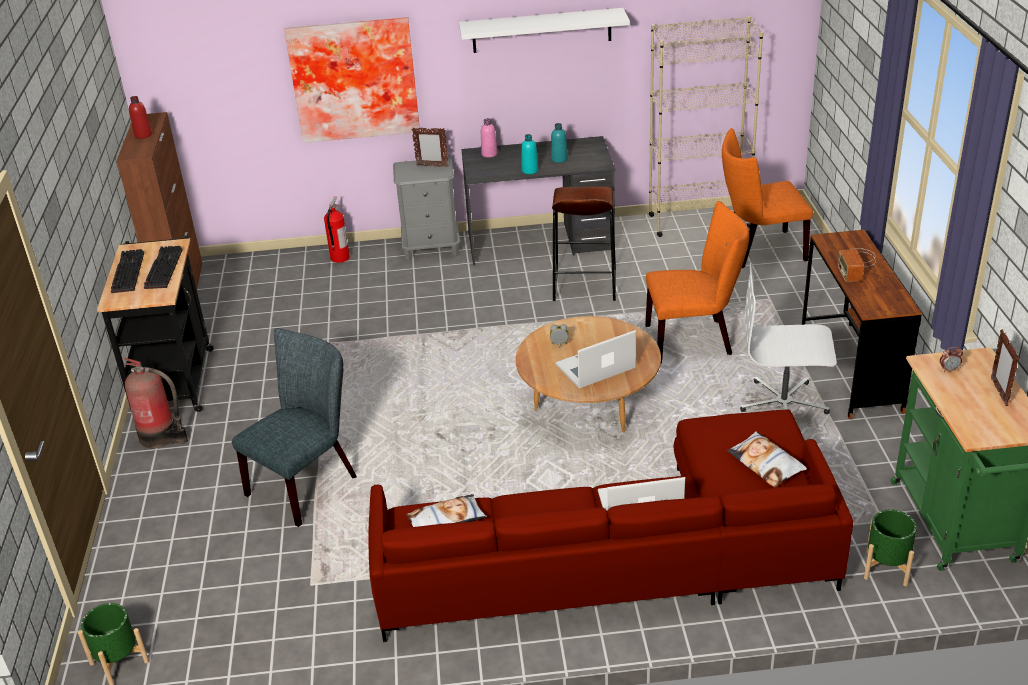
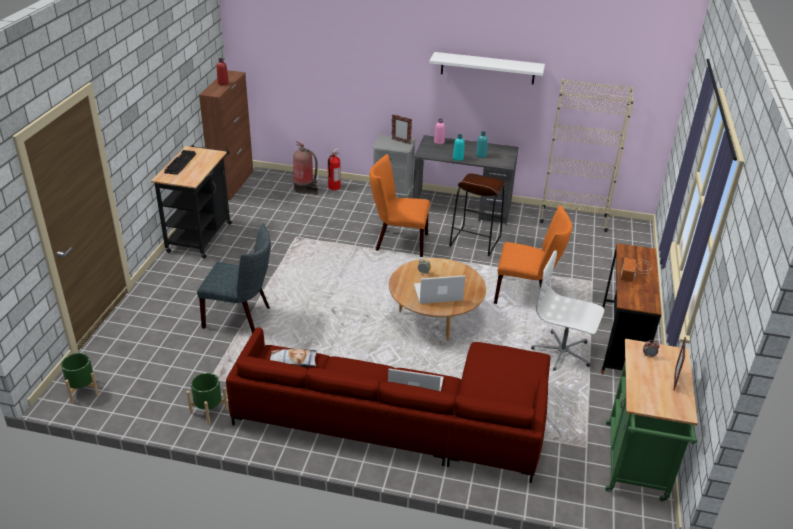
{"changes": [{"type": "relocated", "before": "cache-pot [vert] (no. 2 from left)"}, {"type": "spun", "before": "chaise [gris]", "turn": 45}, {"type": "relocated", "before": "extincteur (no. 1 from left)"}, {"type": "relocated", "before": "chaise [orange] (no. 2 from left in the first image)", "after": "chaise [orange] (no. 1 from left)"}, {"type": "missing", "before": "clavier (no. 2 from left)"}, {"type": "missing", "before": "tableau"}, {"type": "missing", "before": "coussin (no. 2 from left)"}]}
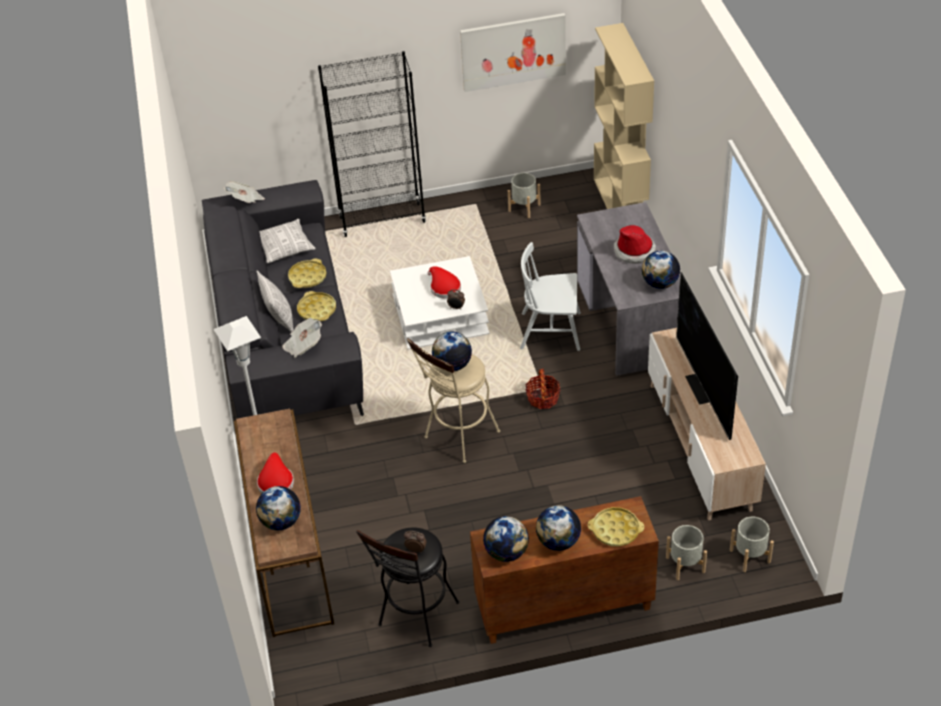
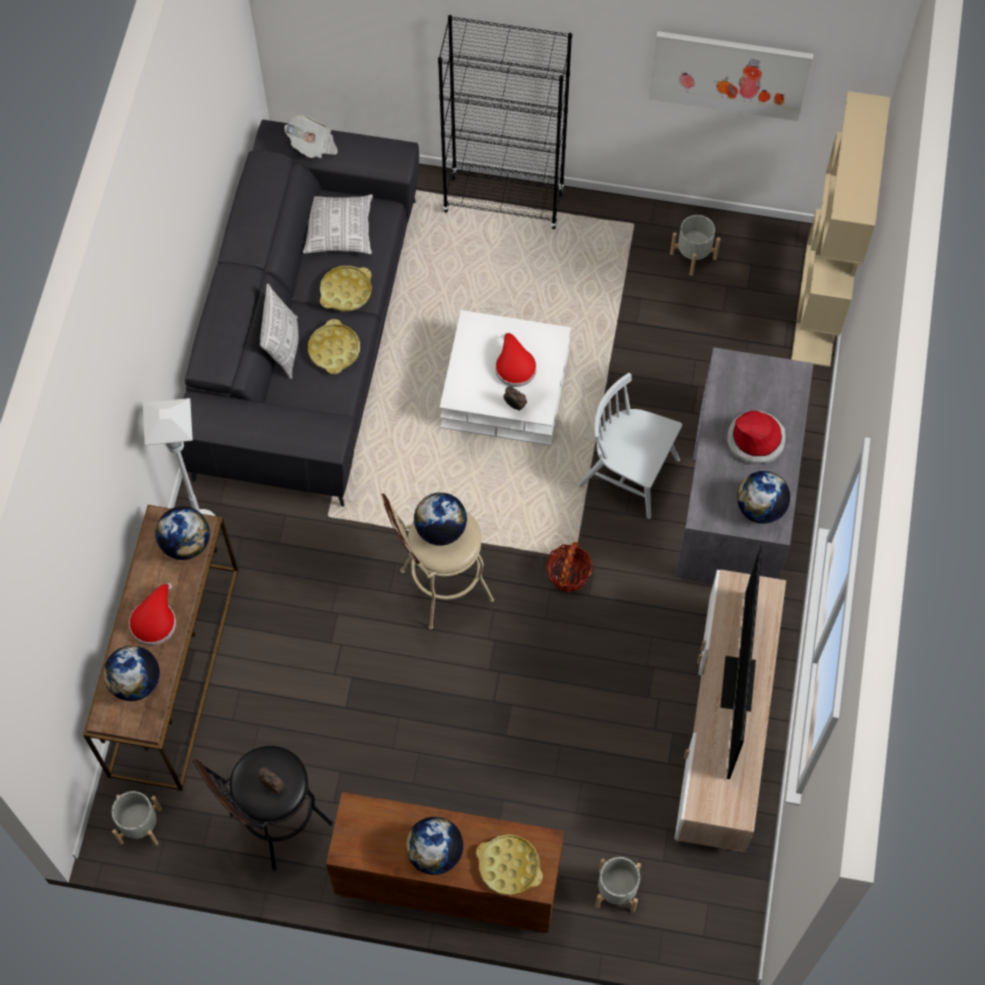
{"changes": [{"type": "relocated", "before": "cache-pot [gris] (no. 3 from left in the first image)", "after": "cache-pot [gris] (no. 1 from left)"}, {"type": "relocated", "before": "globe (no. 3 from left in the first image)", "after": "globe (no. 2 from left)"}, {"type": "missing", "before": "journal (no. 2 from left)"}]}
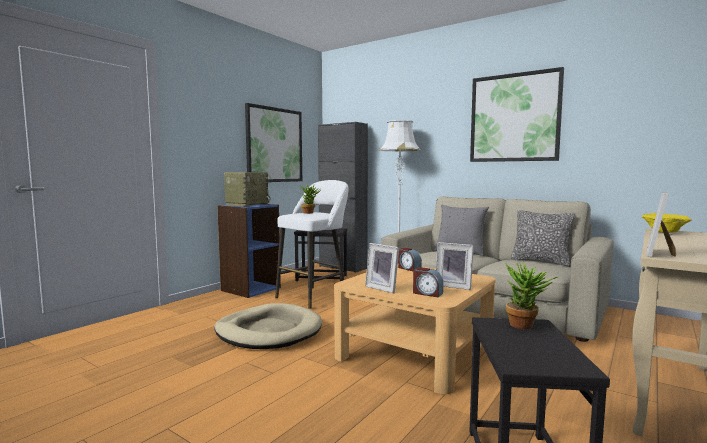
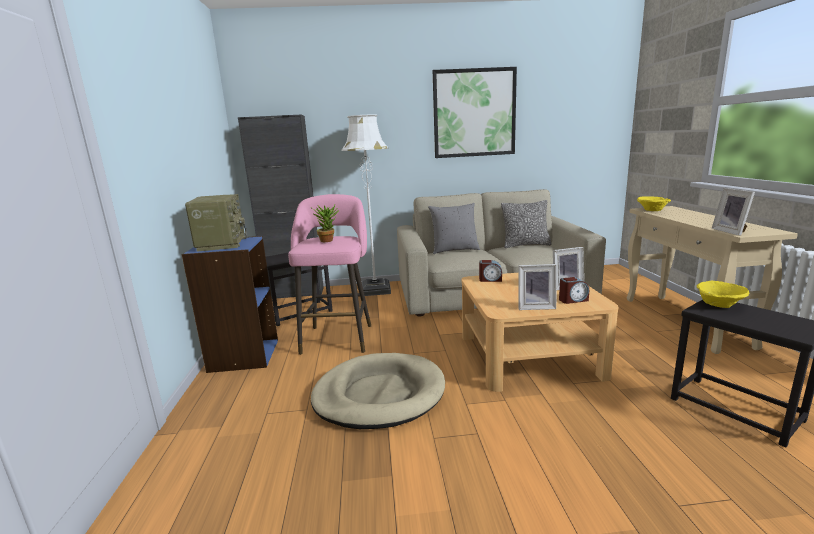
{"changes": [{"type": "colour", "before": "tabouret [blanc]", "after": "tabouret [rose]"}, {"type": "exchanged", "before": "plante en pot (no. 2 from left)", "after": "bol [jaune] (no. 2 from left)"}, {"type": "missing", "before": "tableau (no. 1 from left)"}]}
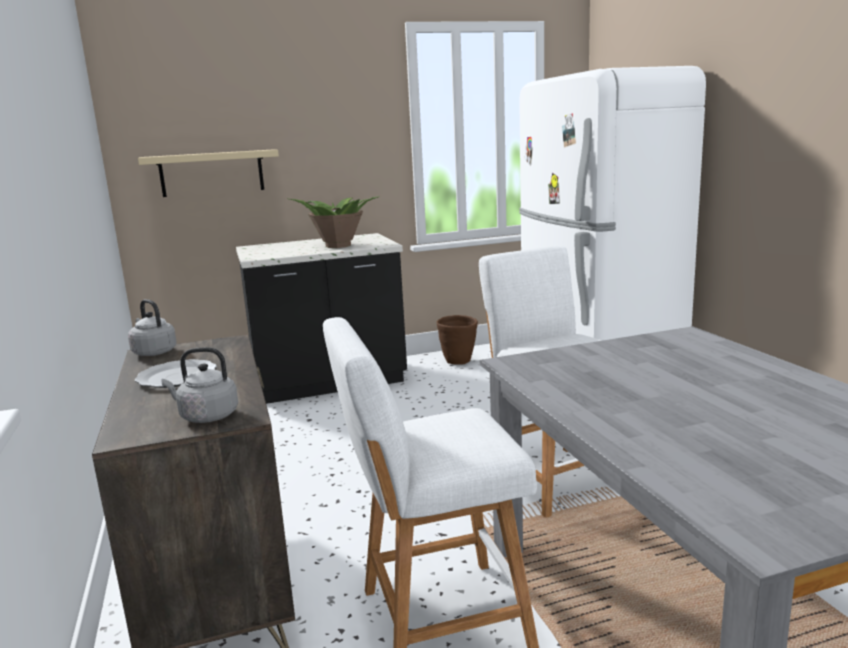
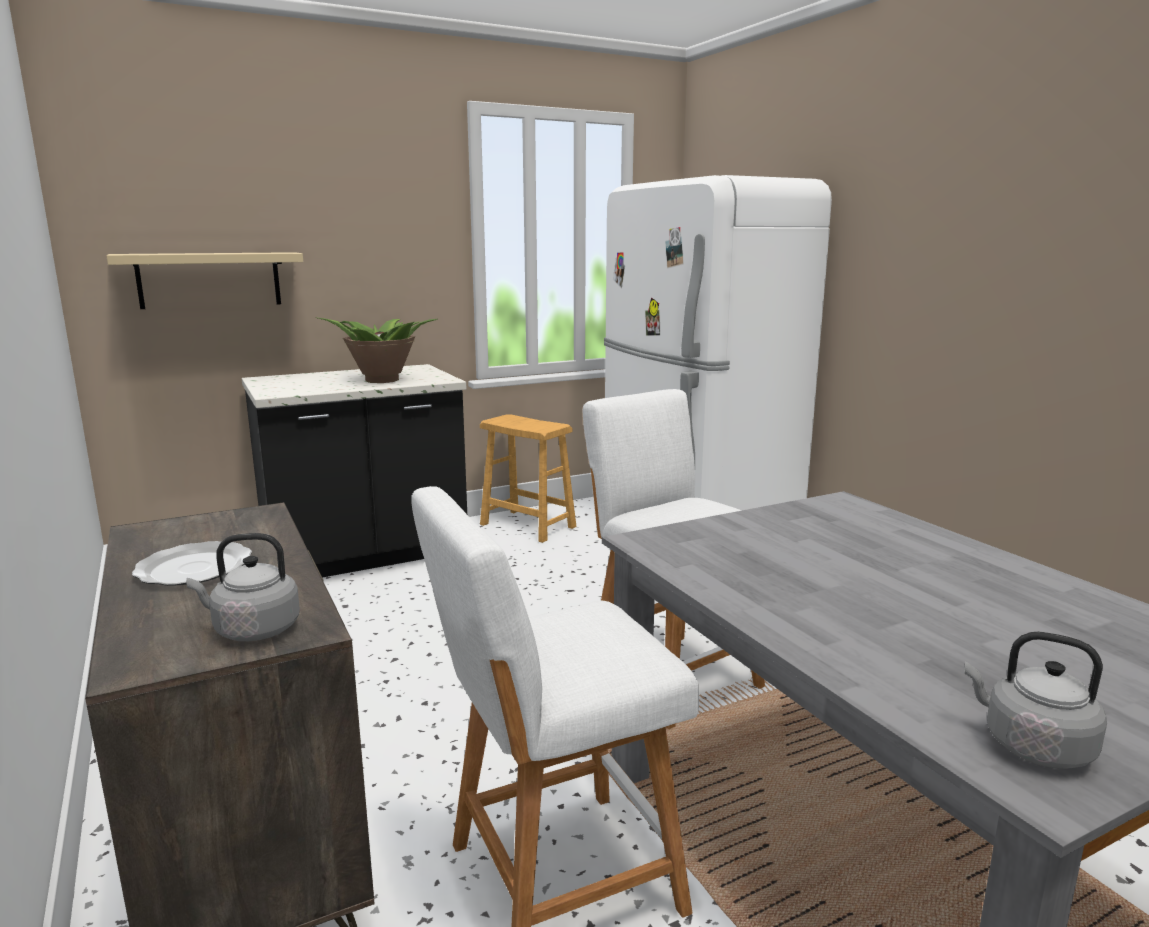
{"changes": [{"type": "exchanged", "before": "cache-pot [marron]", "after": "tabouret [marron]"}, {"type": "relocated", "before": "bouilloire [gris] (no. 1 from left in the first image)", "after": "bouilloire [gris] (no. 2 from left)"}]}
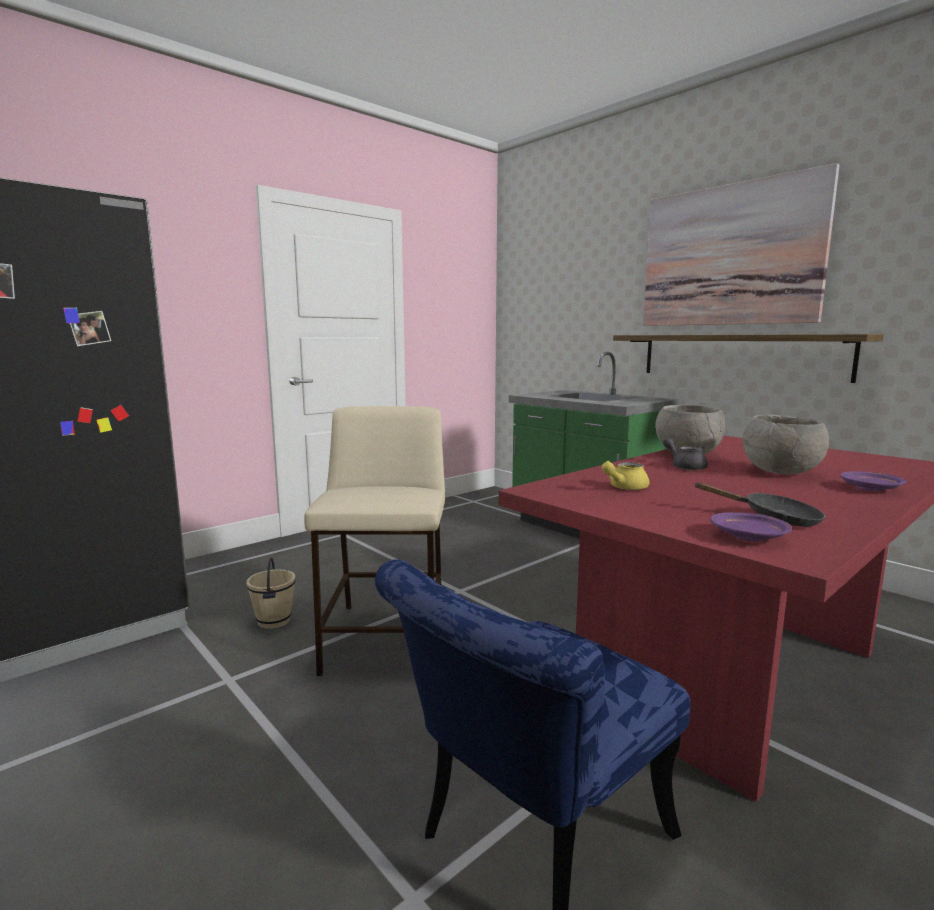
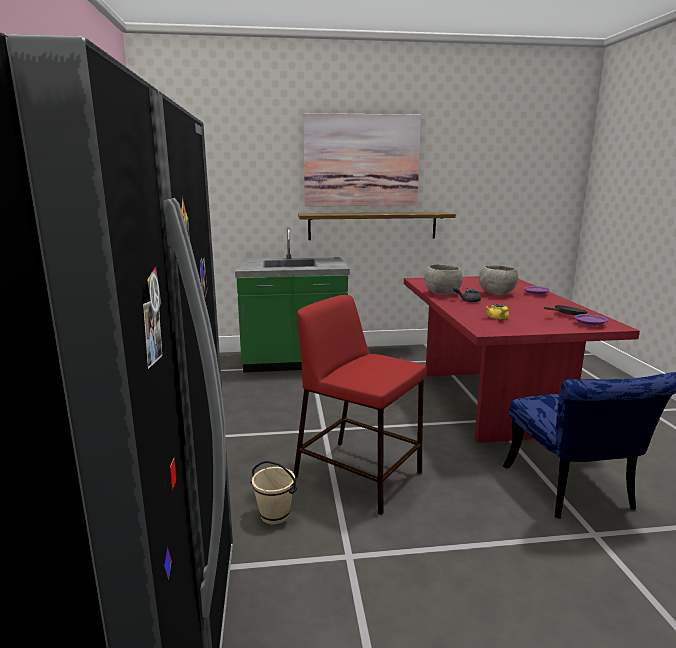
{"changes": [{"type": "colour", "before": "tabouret [beige]", "after": "tabouret [rouge]"}]}
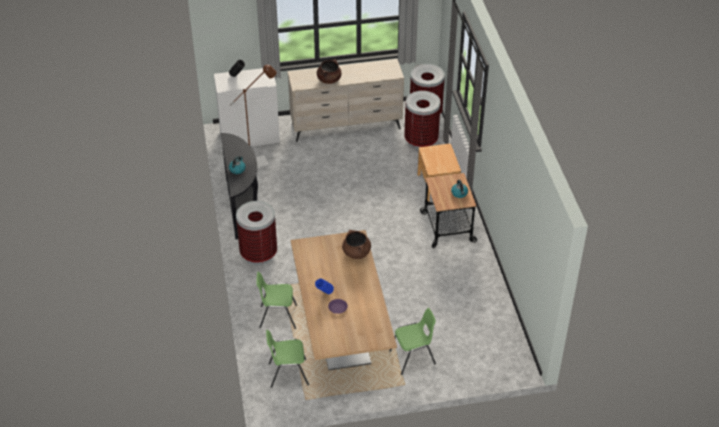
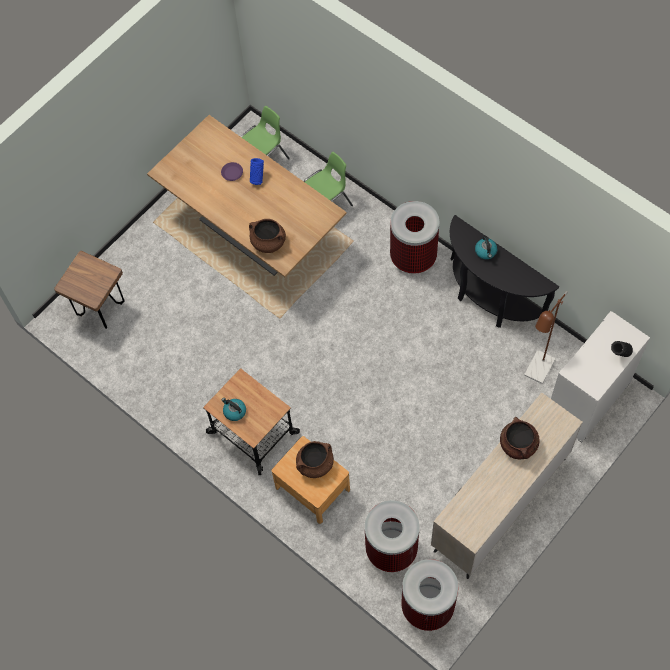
{"changes": [{"type": "appeared", "after": "tabouret [marron]"}, {"type": "appeared", "after": "marmite [marron] (no. 2 from left)"}, {"type": "missing", "before": "chaise [vert] (no. 3 from left)"}]}
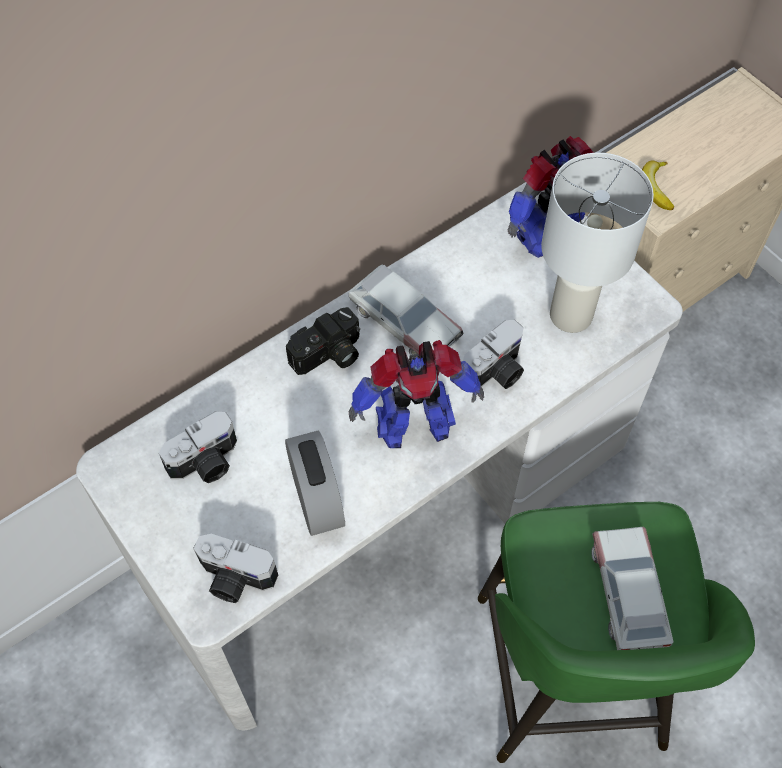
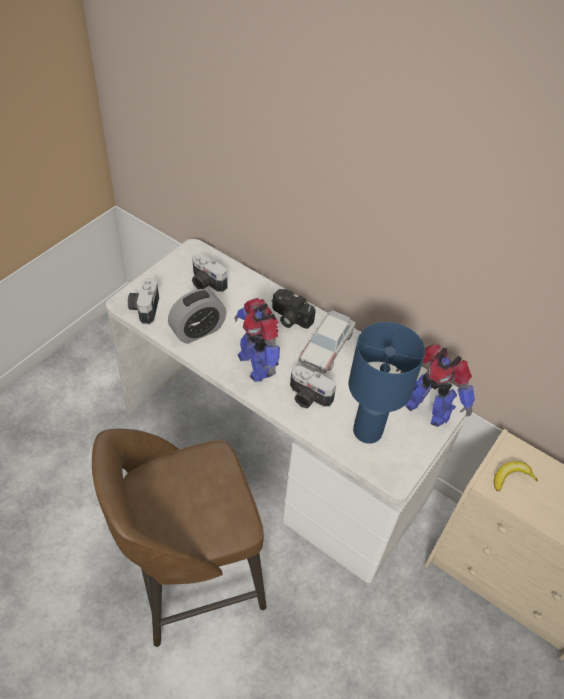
{"changes": [{"type": "colour", "before": "tabouret [vert]", "after": "tabouret [marron]"}, {"type": "colour", "before": "lampe de table [blanc]", "after": "lampe de table [bleu]"}, {"type": "missing", "before": "petite voiture (no. 2 from left)"}]}
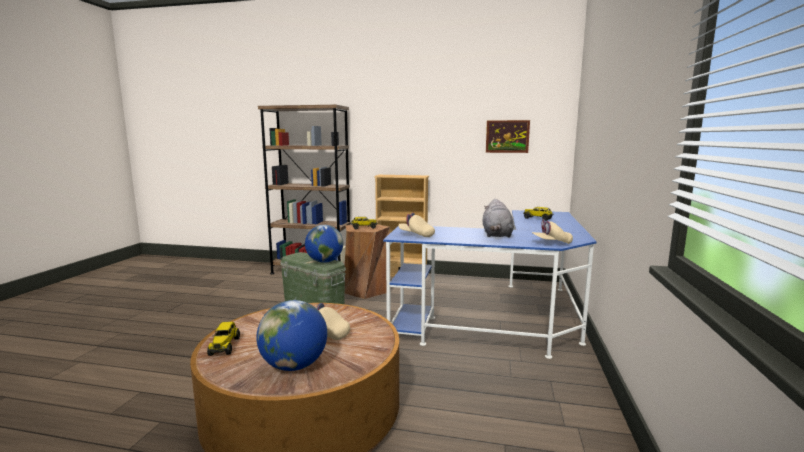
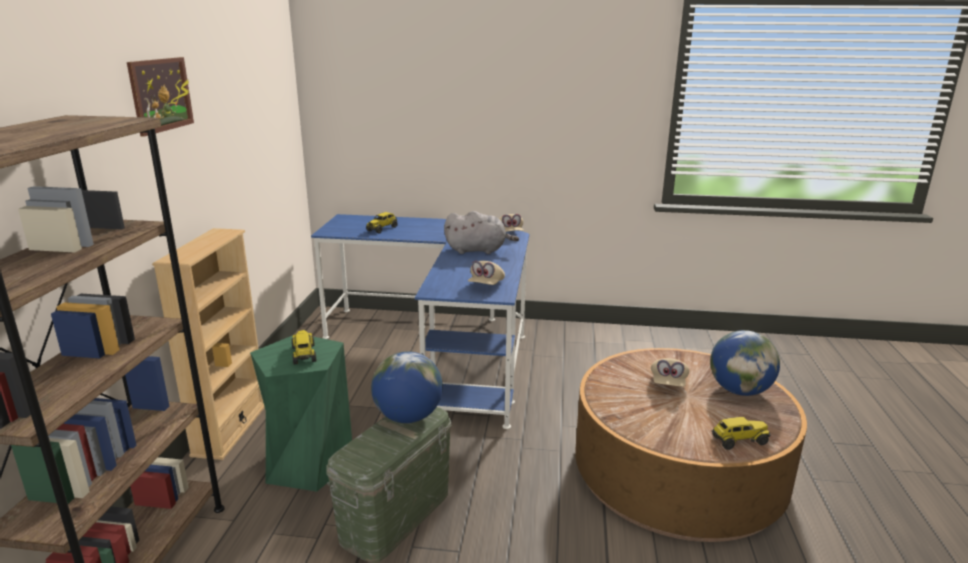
{"changes": [{"type": "relocated", "before": "tableau"}, {"type": "colour", "before": "tabouret [marron]", "after": "tabouret [vert]"}]}
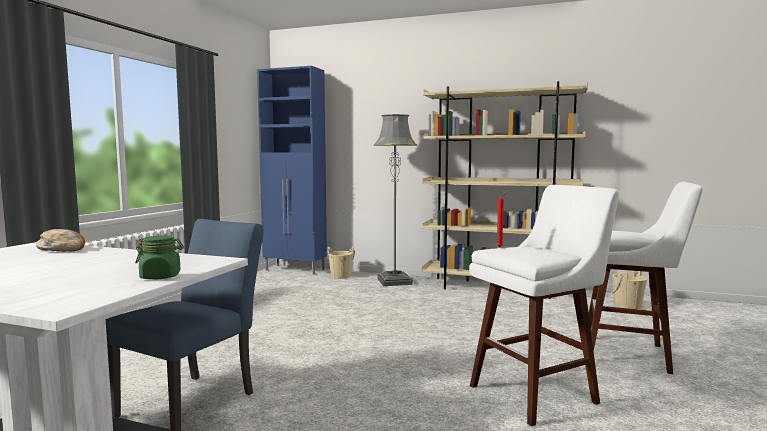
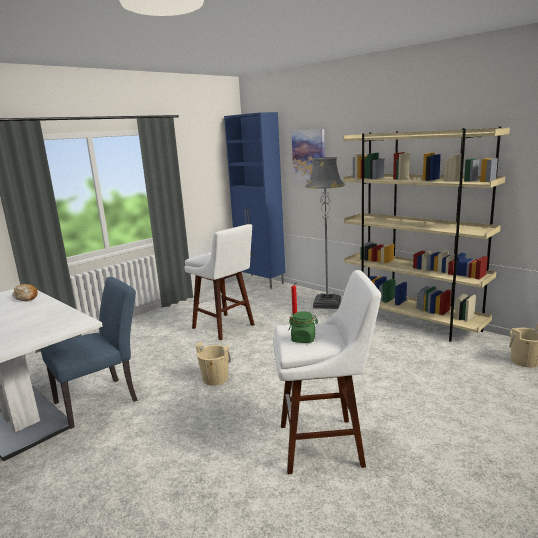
{"changes": [{"type": "relocated", "before": "tabouret [blanc] (no. 2 from left in the first image)", "after": "tabouret [blanc] (no. 1 from left)"}, {"type": "relocated", "before": "seau [beige] (no. 1 from left)"}, {"type": "relocated", "before": "bocal [vert]"}, {"type": "appeared", "after": "tableau"}]}
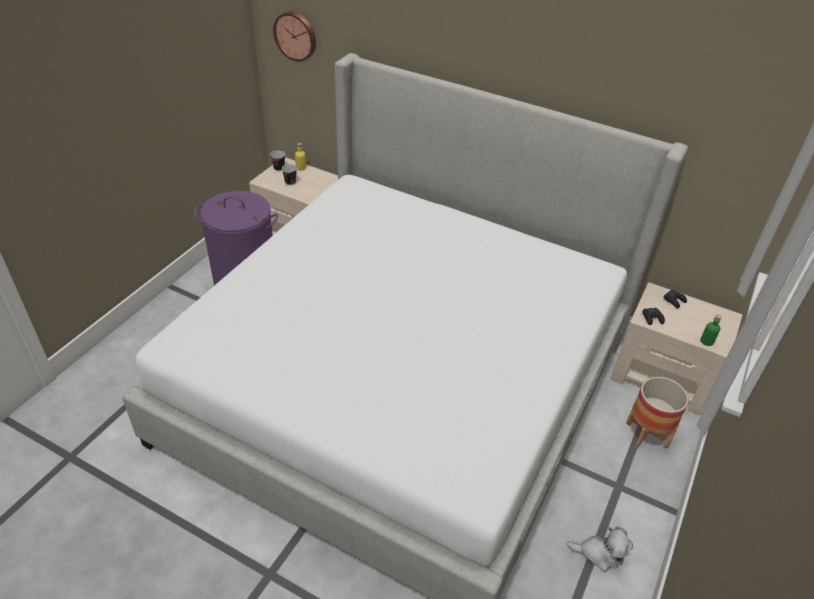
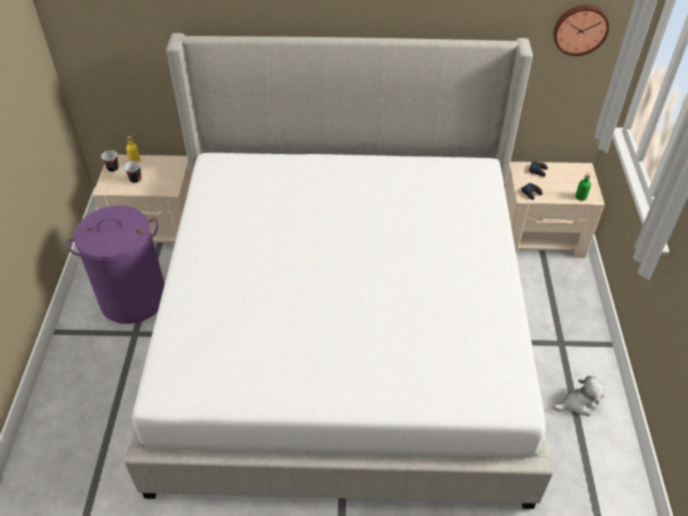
{"changes": [{"type": "relocated", "before": "horloge murale"}, {"type": "missing", "before": "cache-pot"}]}
